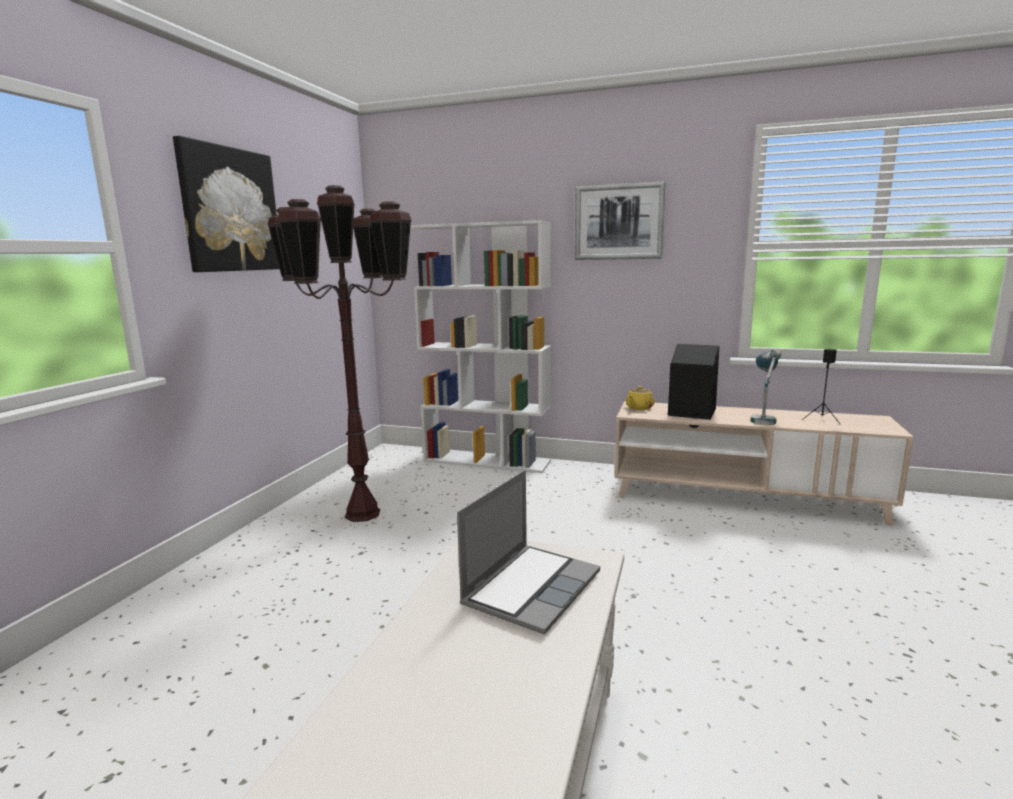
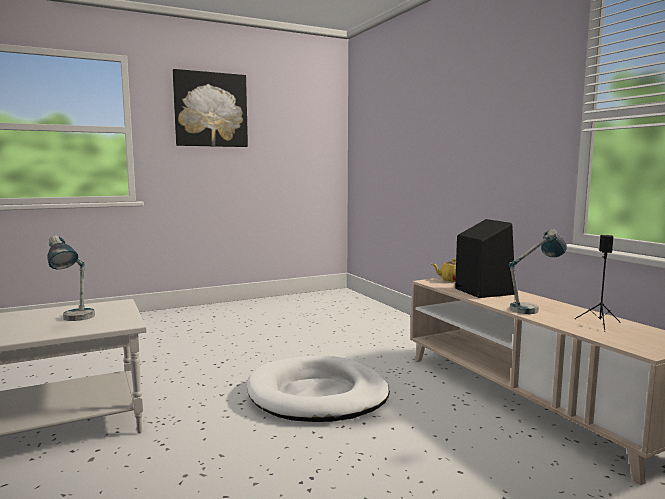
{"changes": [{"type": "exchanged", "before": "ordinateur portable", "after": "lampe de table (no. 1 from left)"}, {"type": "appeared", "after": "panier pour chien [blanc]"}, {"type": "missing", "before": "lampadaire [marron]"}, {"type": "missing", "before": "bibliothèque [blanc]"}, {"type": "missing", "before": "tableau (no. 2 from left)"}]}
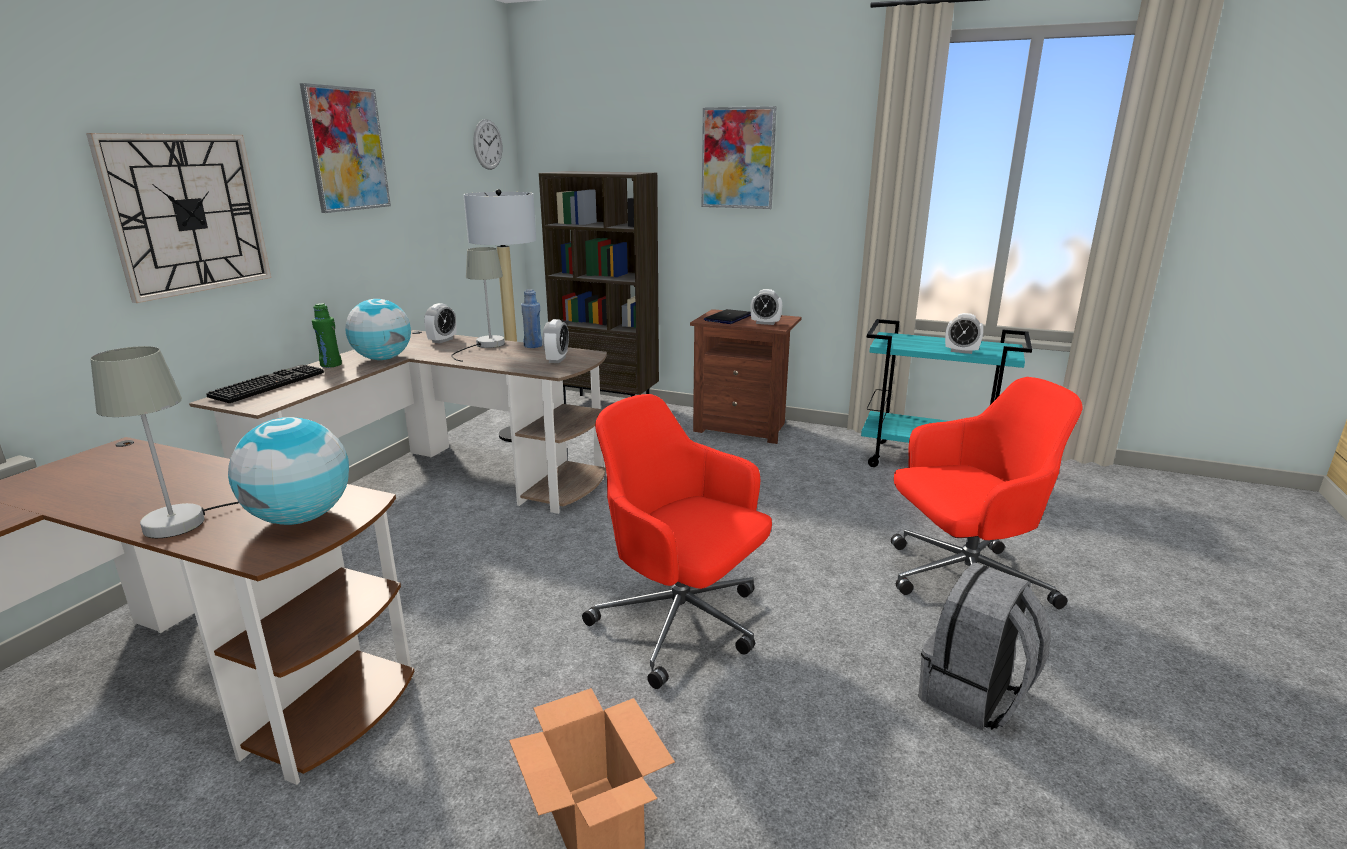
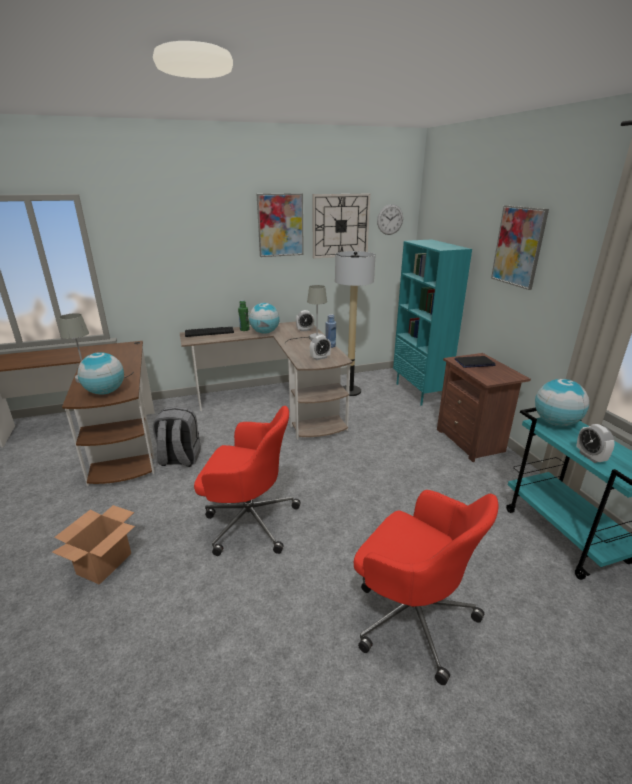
{"changes": [{"type": "relocated", "before": "sac à dos [gris]"}, {"type": "spun", "before": "chaise de bureau [rouge] (no. 1 from left)", "turn": 105}, {"type": "relocated", "before": "horloge murale (no. 1 from left)"}, {"type": "colour", "before": "bibliothèque [marron]", "after": "bibliothèque [turquoise]"}, {"type": "appeared", "after": "globe (no. 3 from left)"}, {"type": "missing", "before": "réveil (no. 3 from left)"}]}
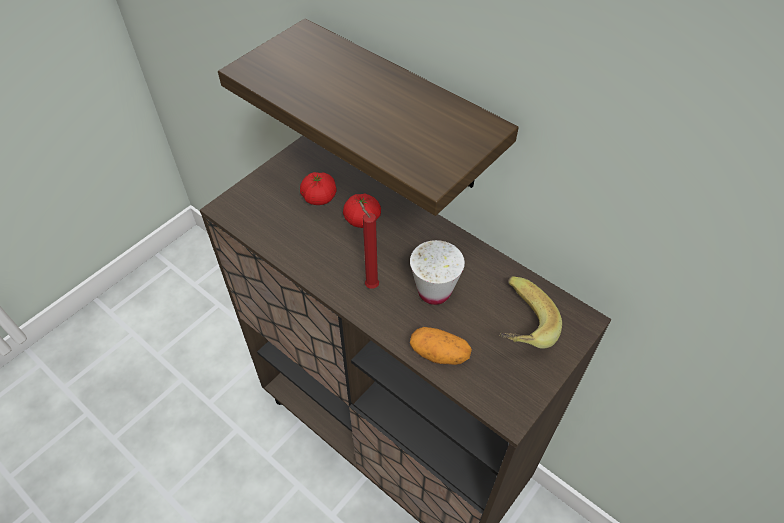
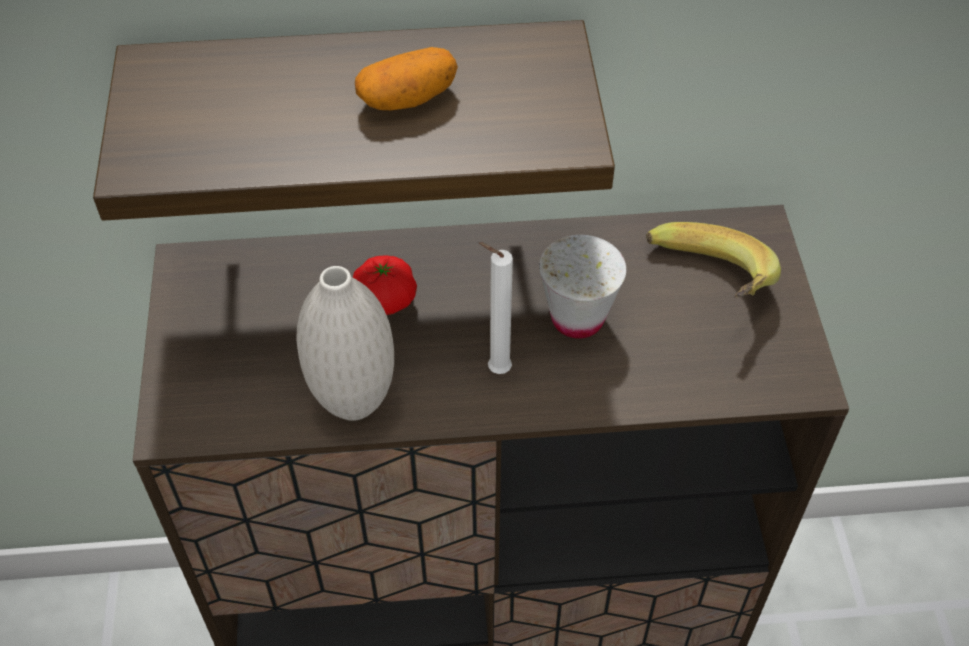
{"changes": [{"type": "appeared", "after": "vase [blanc]"}, {"type": "relocated", "before": "pomme de terre"}, {"type": "colour", "before": "bougie [rouge]", "after": "bougie [blanc]"}, {"type": "missing", "before": "tomate (no. 1 from left)"}]}
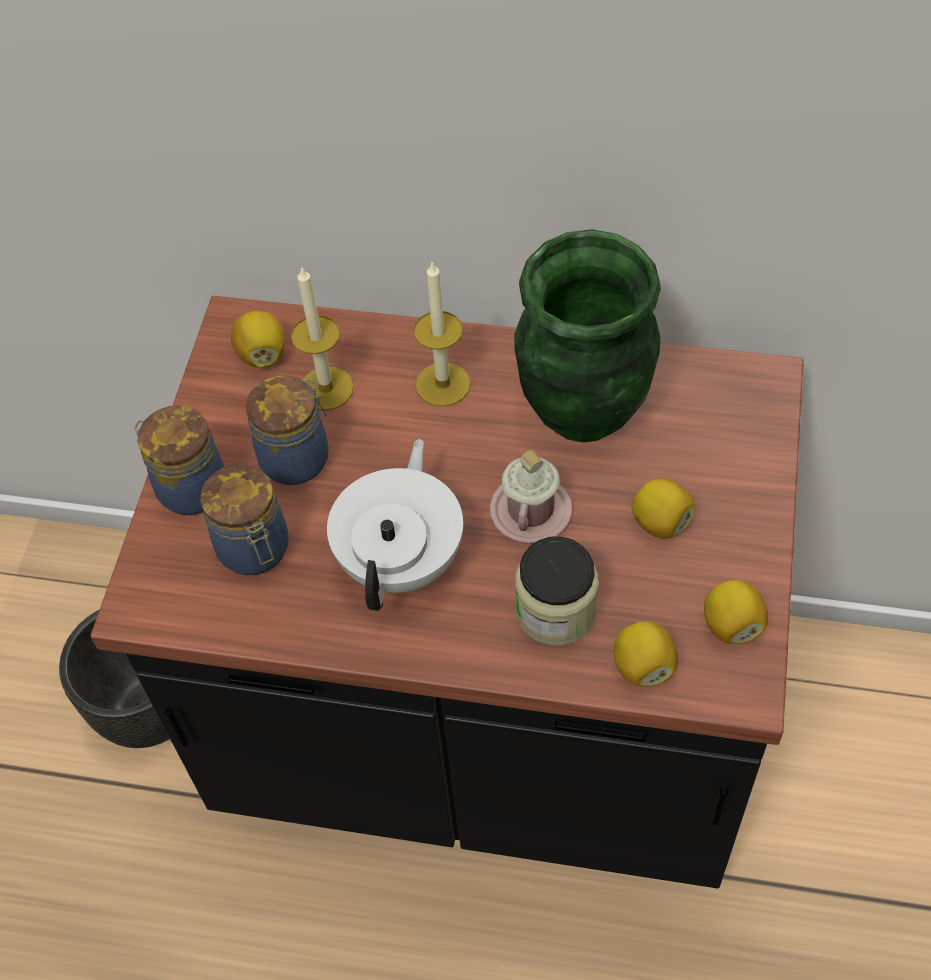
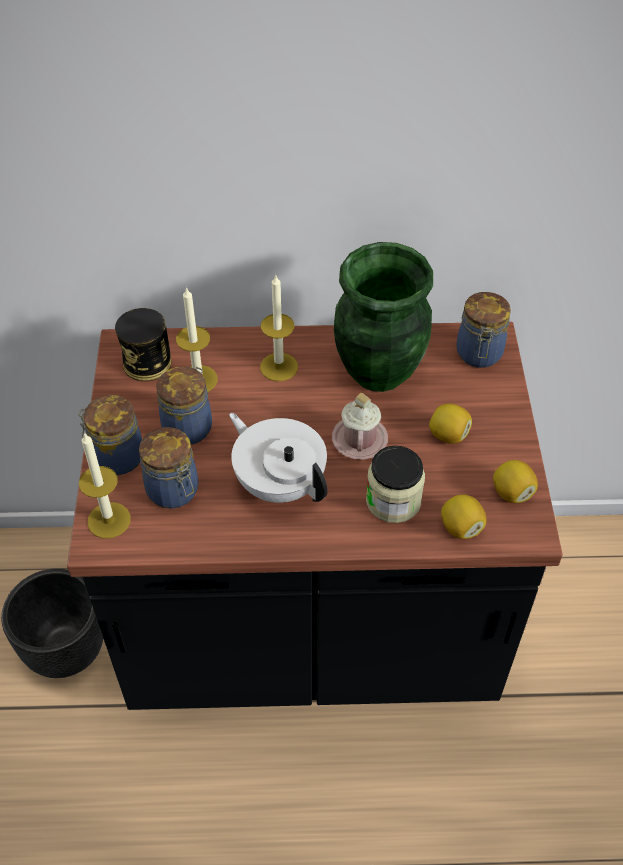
{"changes": [{"type": "appeared", "after": "bougie (no. 1 from left)"}, {"type": "exchanged", "before": "citron (no. 1 from left)", "after": "boîte métallique"}, {"type": "spun", "before": "théière [blanc]", "turn": -45}, {"type": "appeared", "after": "bocal (no. 5 from left)"}]}
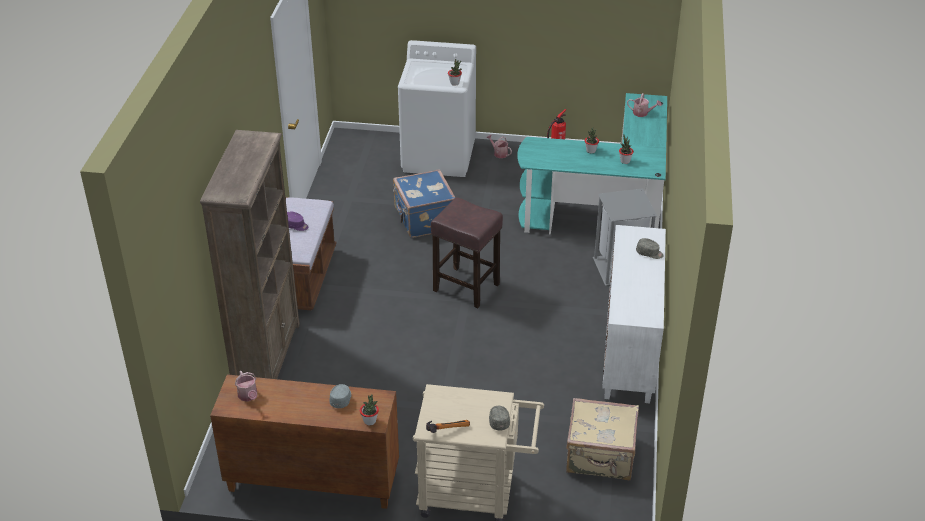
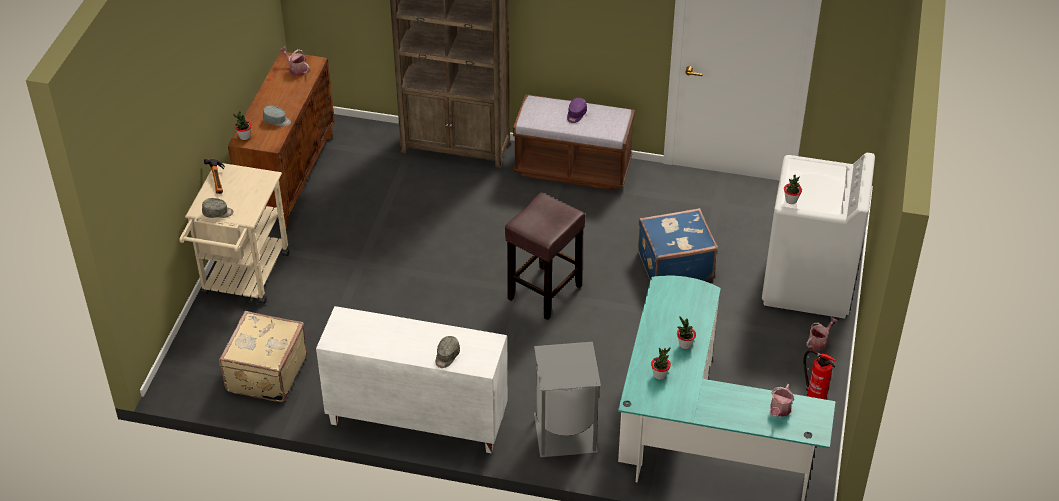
{"changes": [{"type": "spun", "before": "arrosoir (no. 1 from left)", "turn": 60}]}
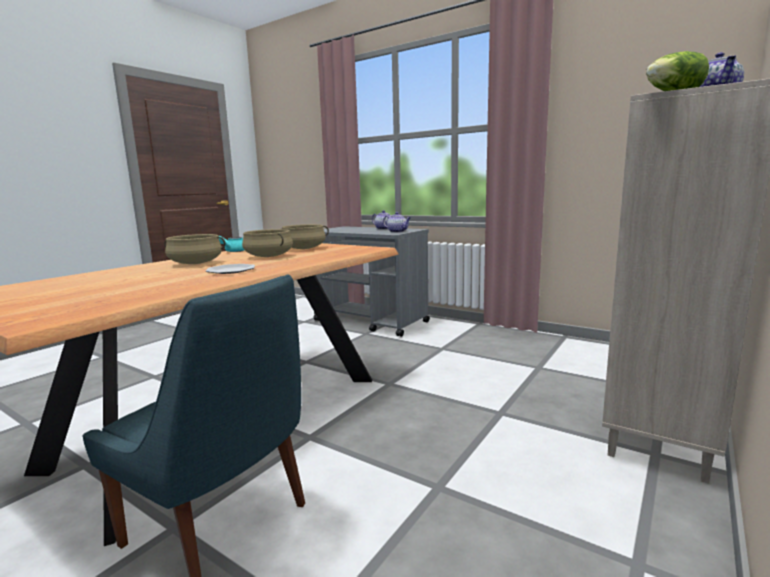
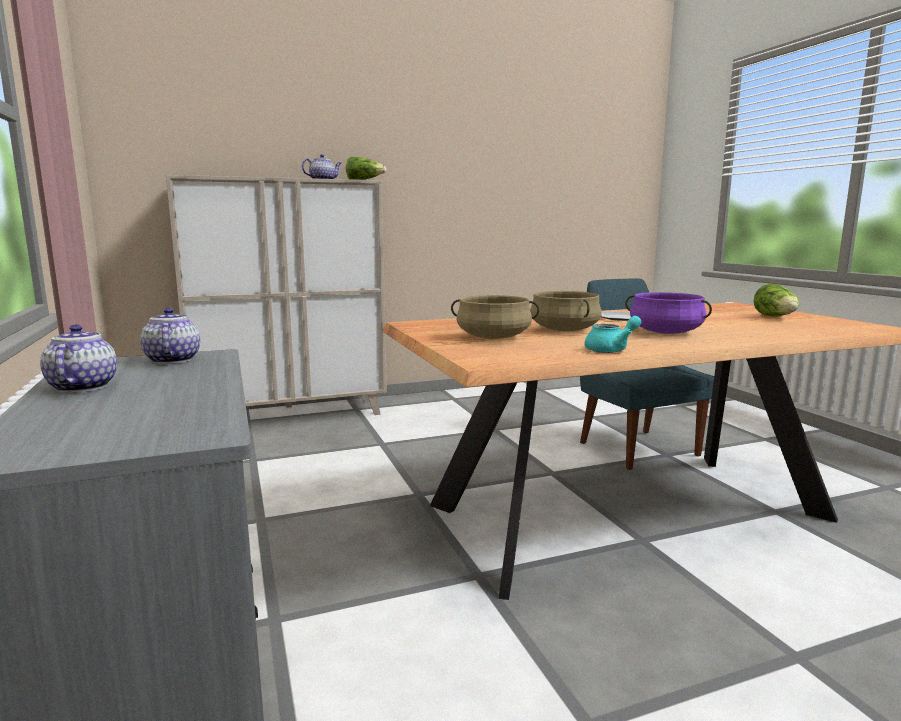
{"changes": [{"type": "colour", "before": "marmite [beige] (no. 1 from left)", "after": "marmite [violet]"}, {"type": "appeared", "after": "laitue (no. 2 from left)"}]}
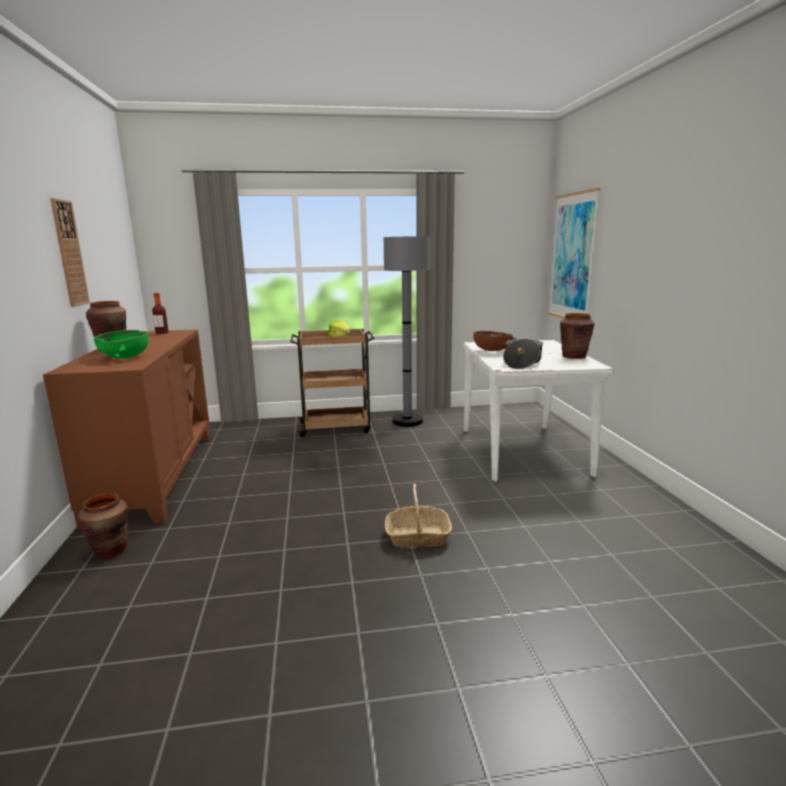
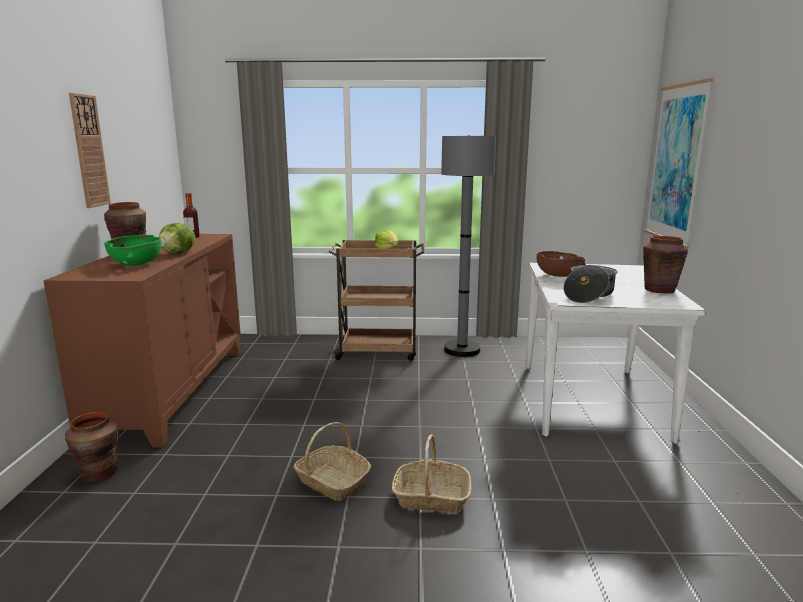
{"changes": [{"type": "appeared", "after": "laitue (no. 1 from left)"}, {"type": "appeared", "after": "panier (no. 1 from left)"}]}
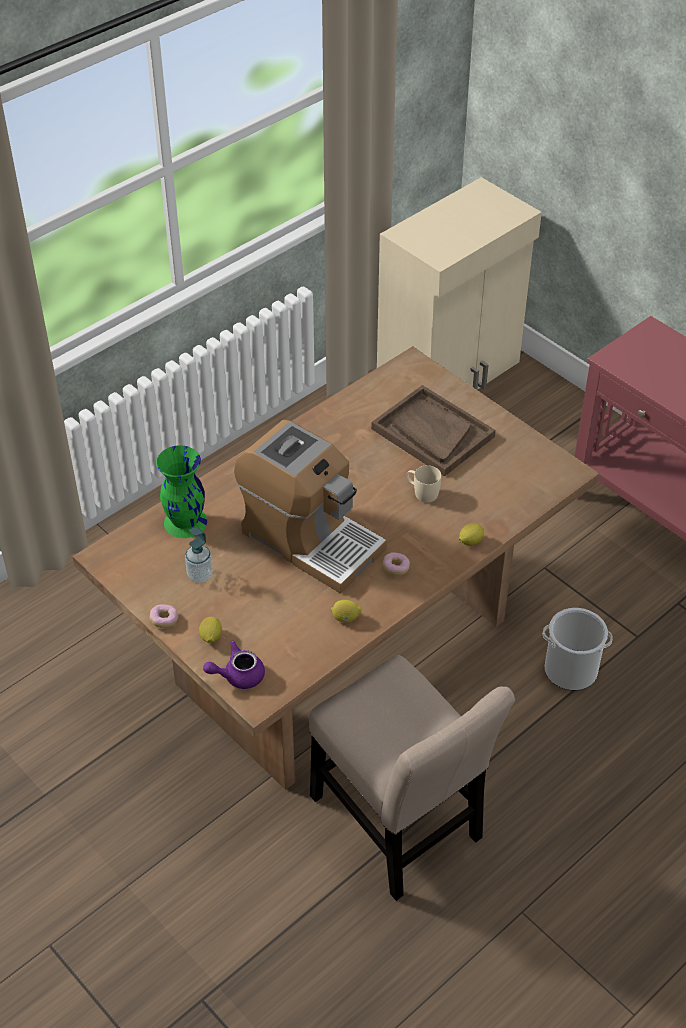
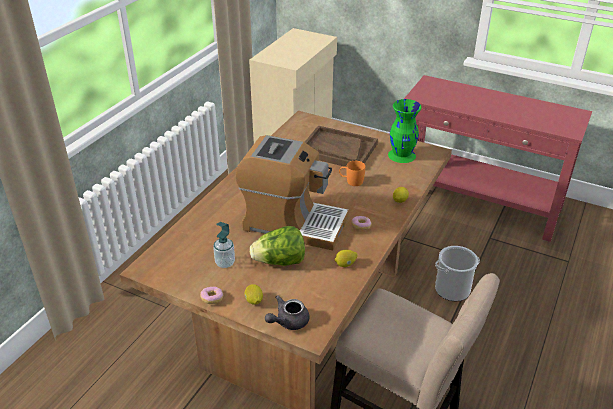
{"changes": [{"type": "appeared", "after": "laitue"}, {"type": "colour", "before": "théière [violet]", "after": "théière [gris]"}, {"type": "colour", "before": "mug [beige]", "after": "mug [orange]"}, {"type": "relocated", "before": "vase [vert]"}]}
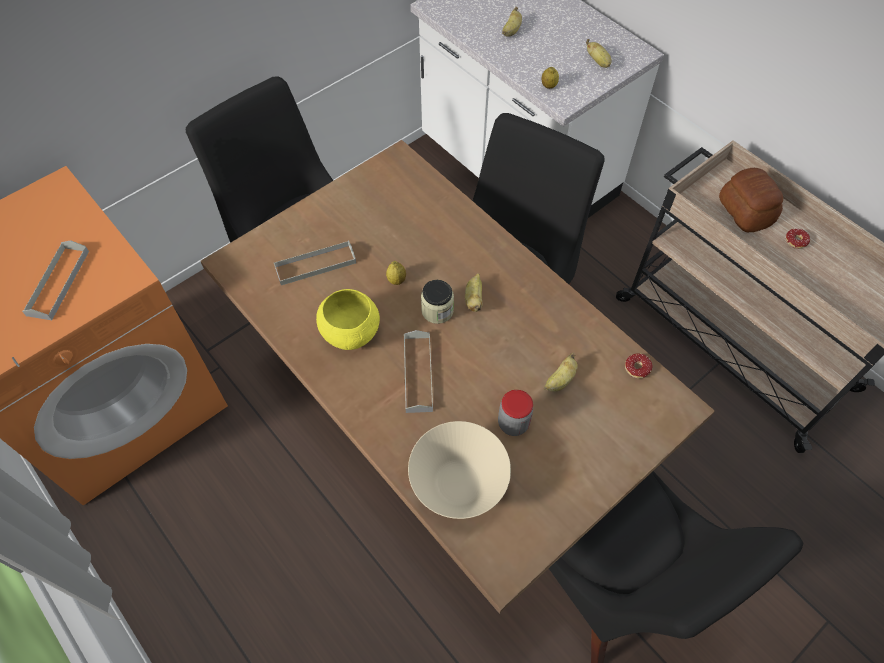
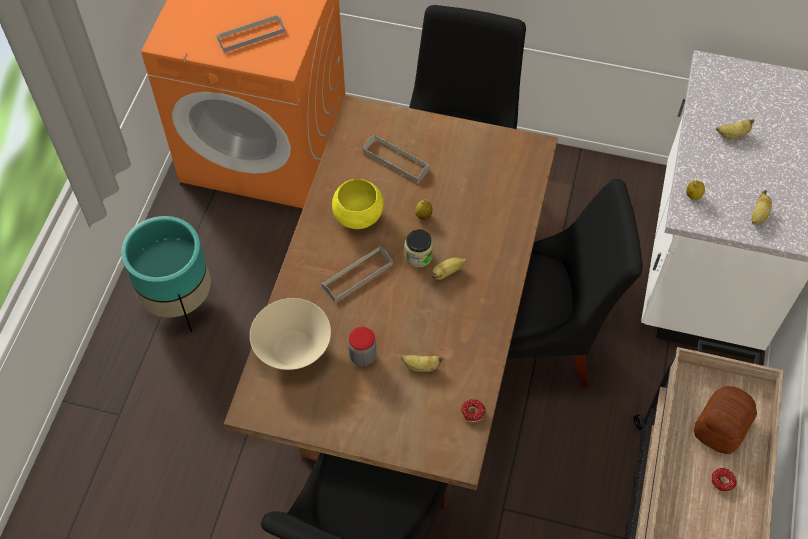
{"changes": [{"type": "appeared", "after": "cache-pot [turquoise]"}]}
